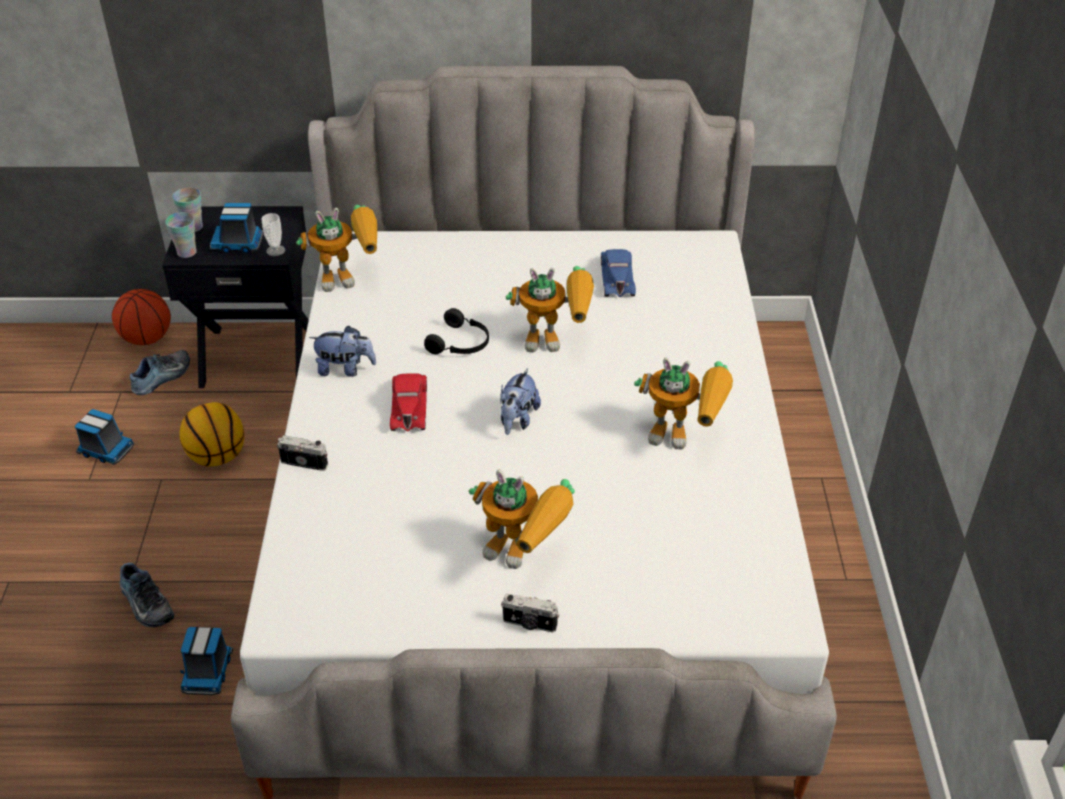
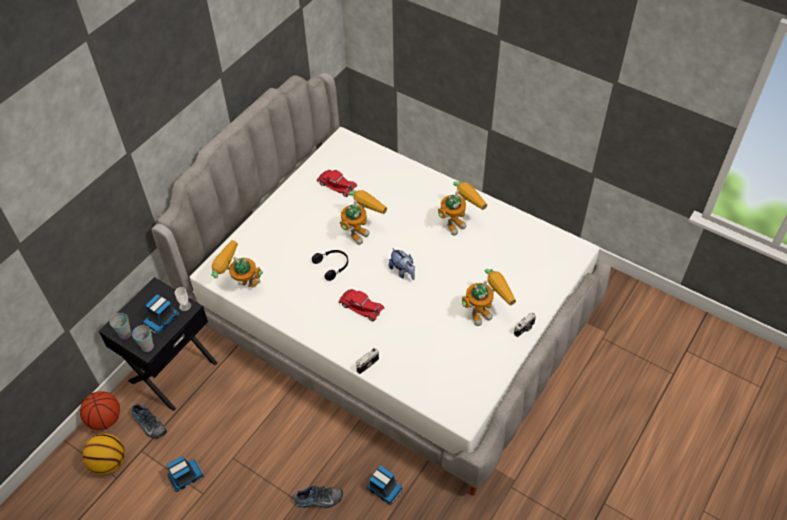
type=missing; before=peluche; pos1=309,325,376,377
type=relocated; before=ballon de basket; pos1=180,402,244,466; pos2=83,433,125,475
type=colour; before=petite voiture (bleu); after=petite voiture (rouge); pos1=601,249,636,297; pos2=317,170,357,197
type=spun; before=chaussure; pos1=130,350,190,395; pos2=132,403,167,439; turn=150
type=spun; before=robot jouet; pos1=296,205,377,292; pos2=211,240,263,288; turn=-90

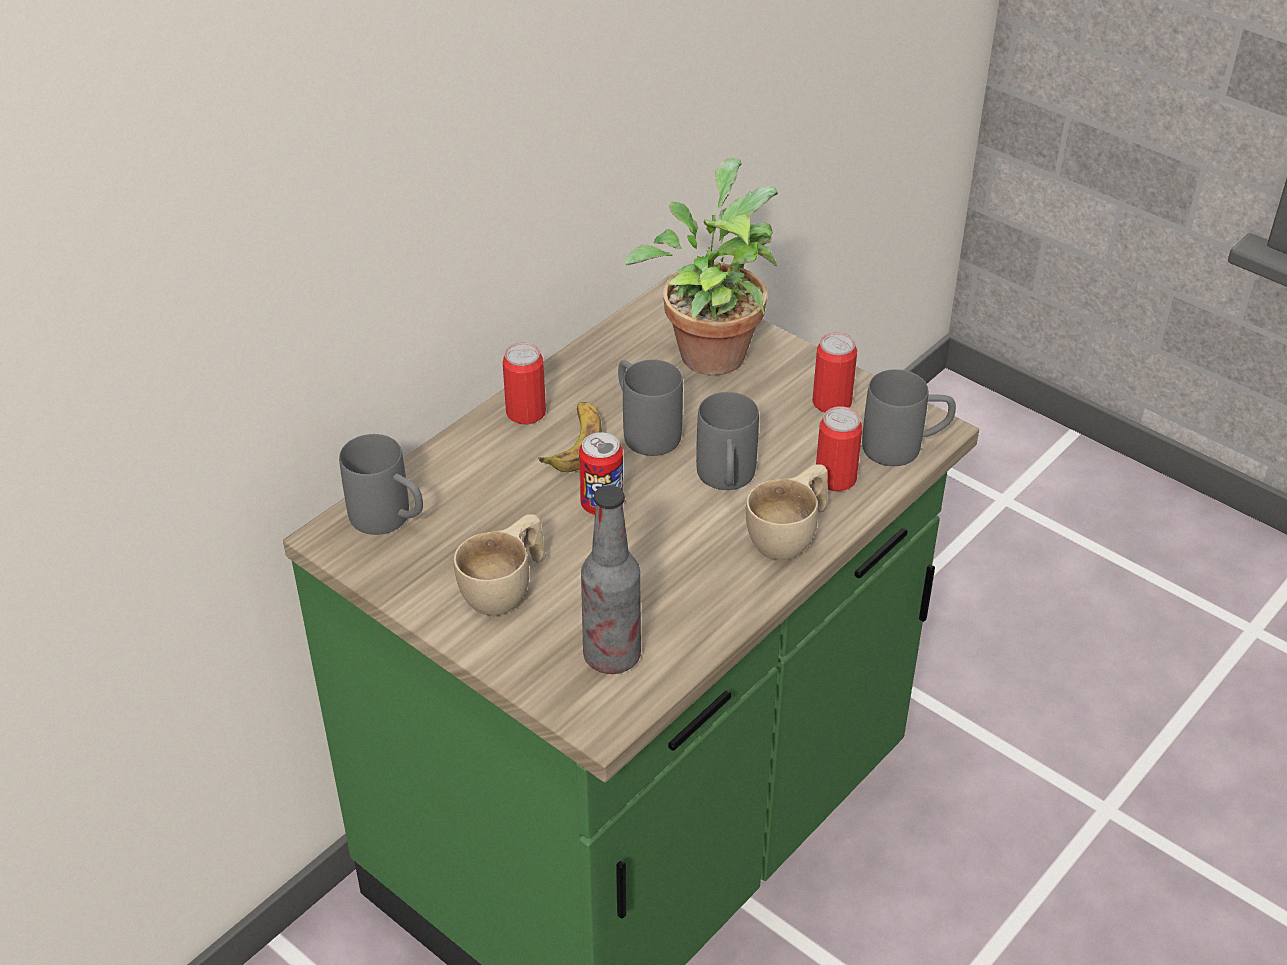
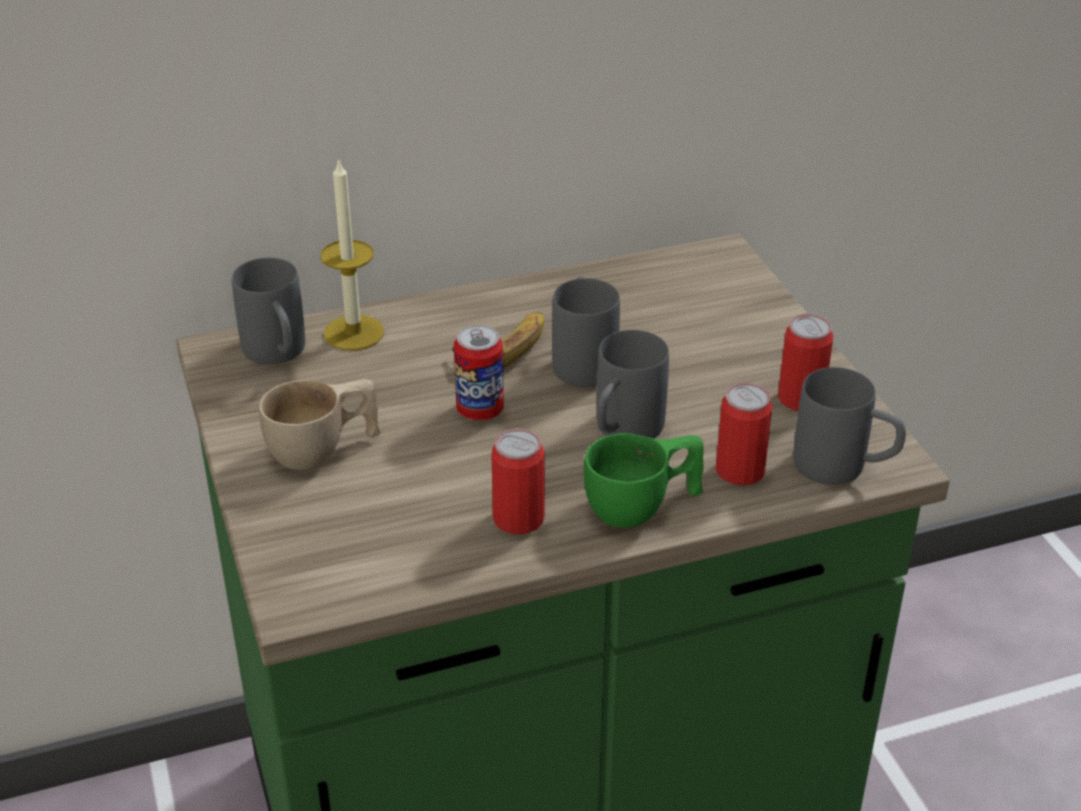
type=missing; before=bouteille; pos1=581,485,641,674
type=missing; before=plante en pot; pos1=625,158,778,376
type=appeared; after=bougie; pos2=320,158,384,350
type=relocated; before=boîte métallique; pos1=503,342,546,424; pos2=491,428,545,535
type=colour; before=tasse (beige); after=tasse (vert); pos1=746,464,828,560; pos2=584,433,704,528

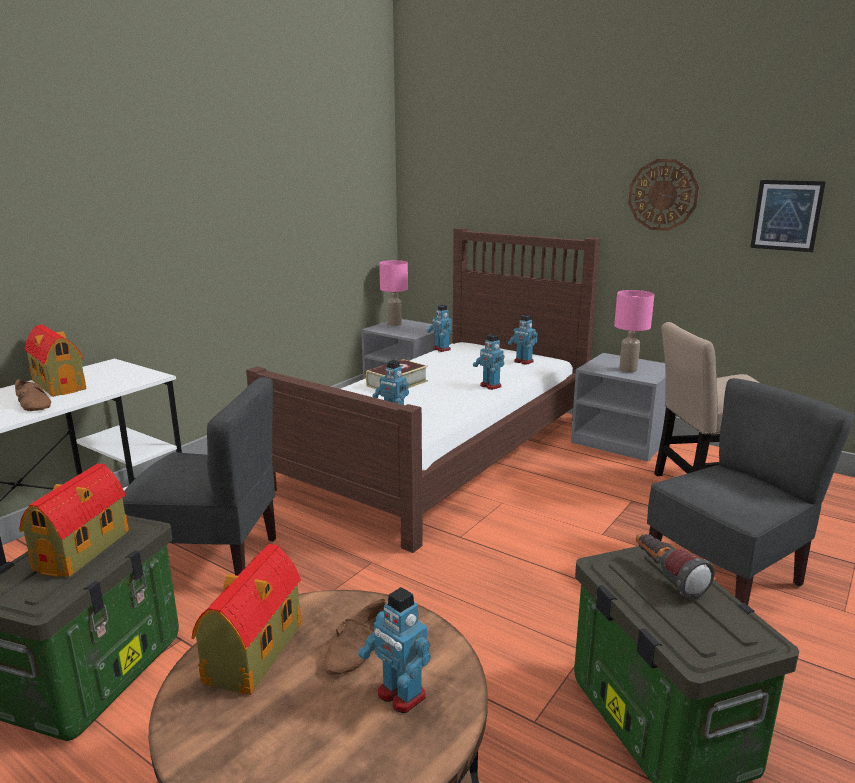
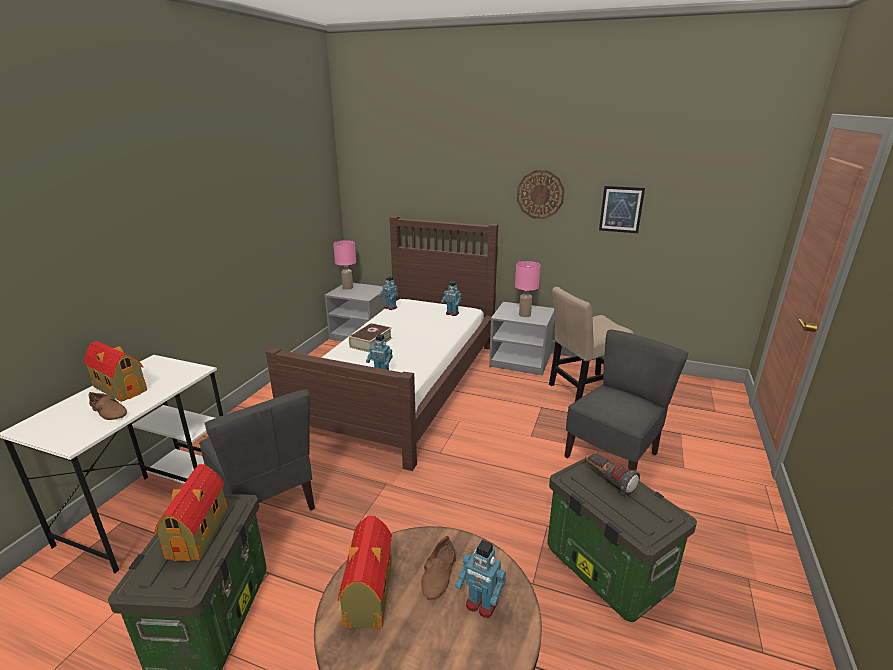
type=missing; before=robot jouet; pos1=473,334,505,390
type=spun; before=chaise (gris); pos1=122,377,276,576; pos2=199,389,315,510; turn=60

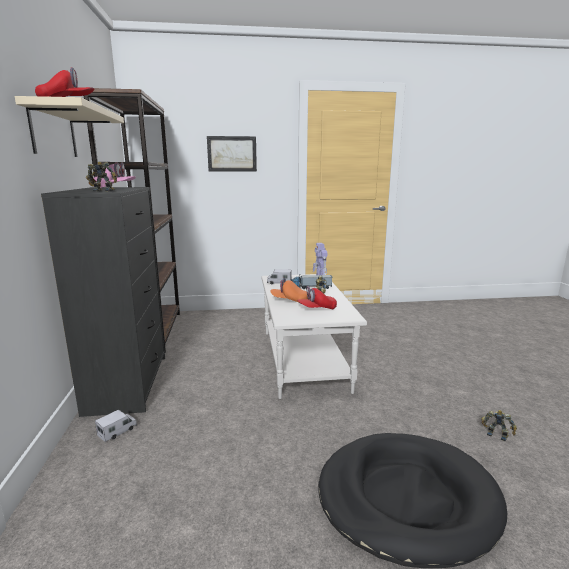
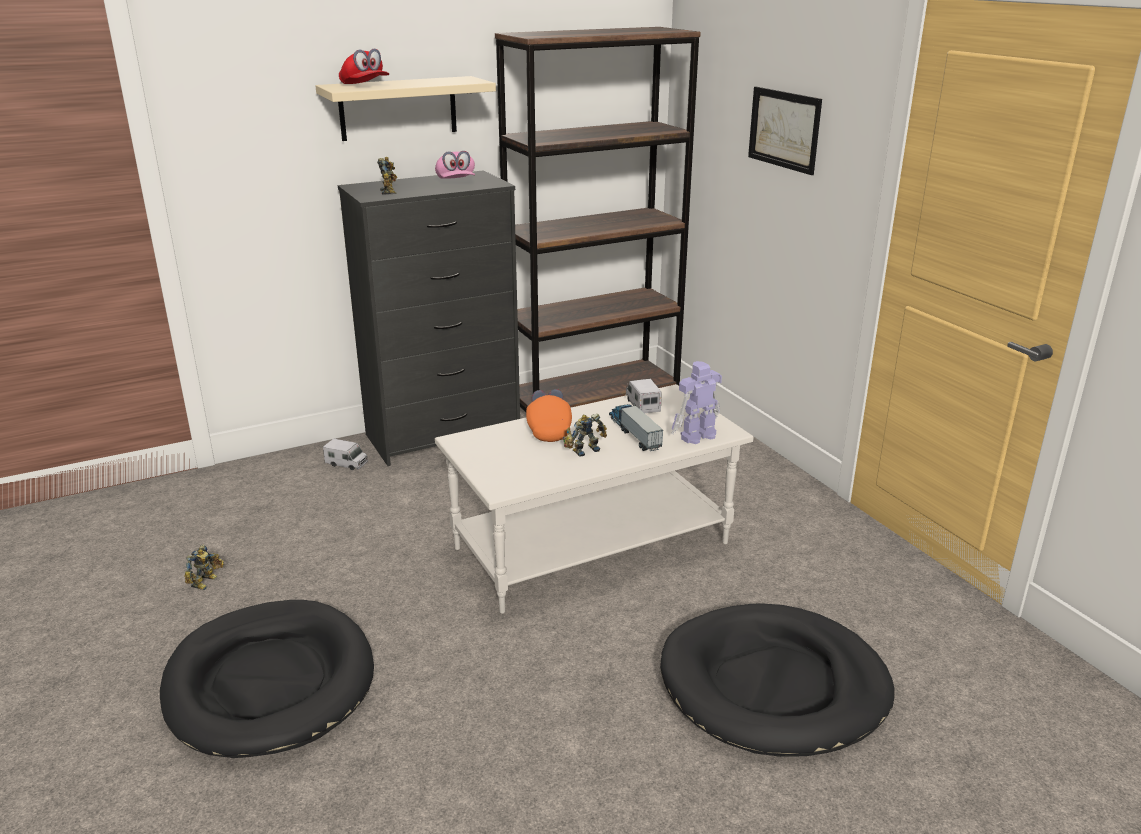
type=missing; before=casquette (rouge); pos1=297,286,337,309
type=appeared; after=panier pour chien (noir); pos2=660,603,895,757
type=relocated; before=robot jouet; pos1=481,410,517,441; pos2=184,545,224,590

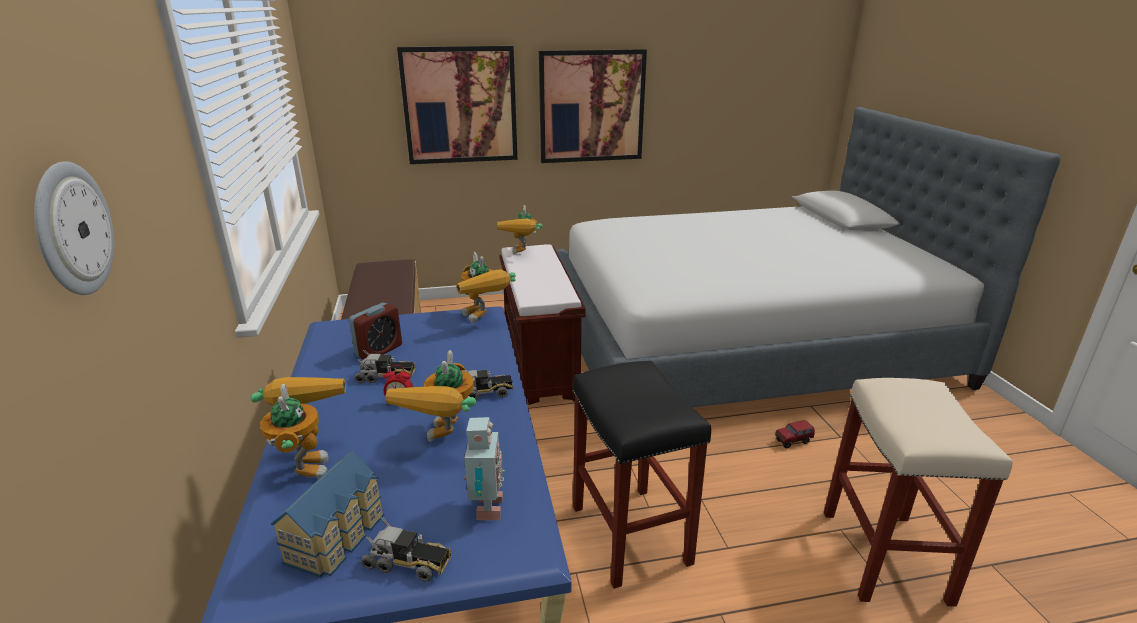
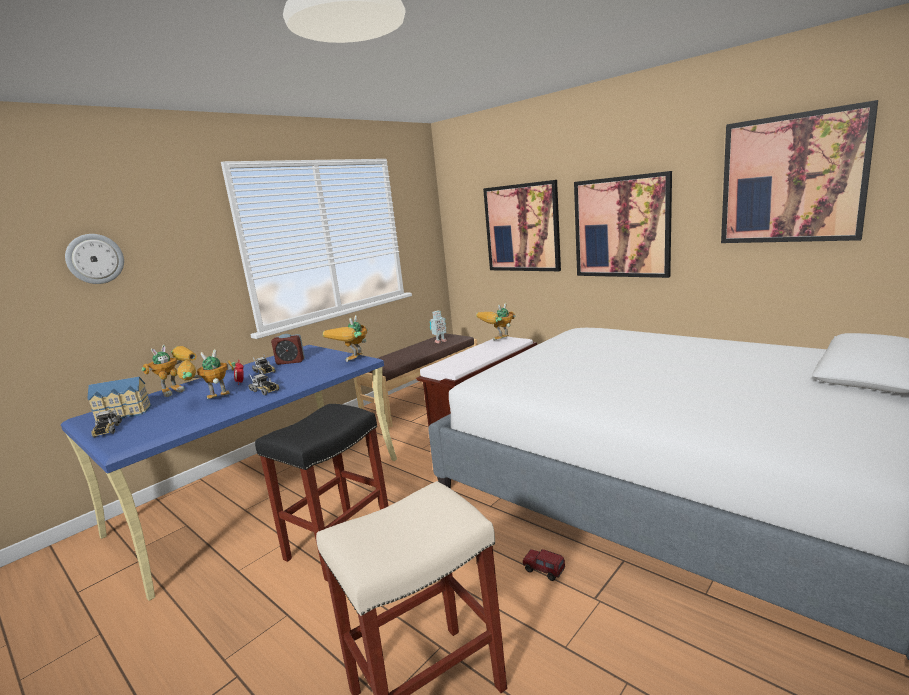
type=appeared; after=tableau; pos2=721,100,878,243
type=relocated; before=robot jouet; pos1=464,417,505,520; pos2=430,311,447,344

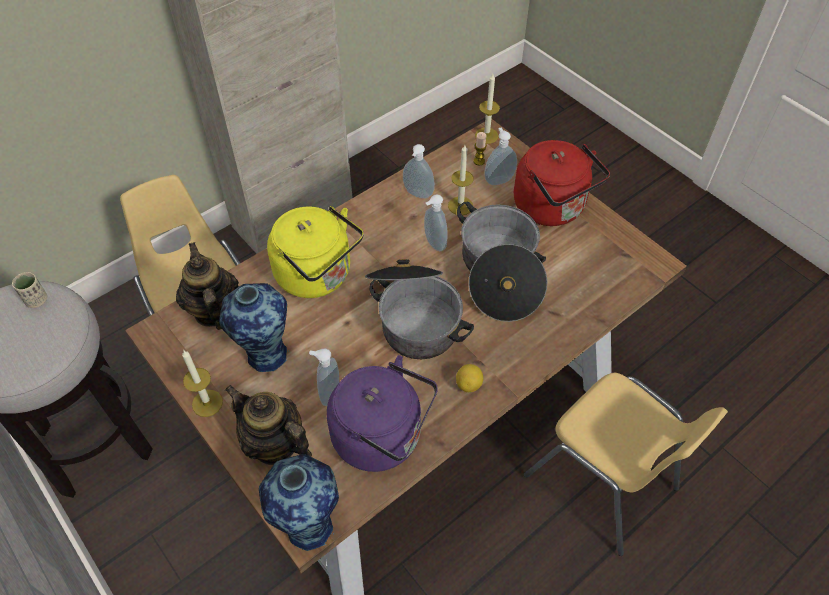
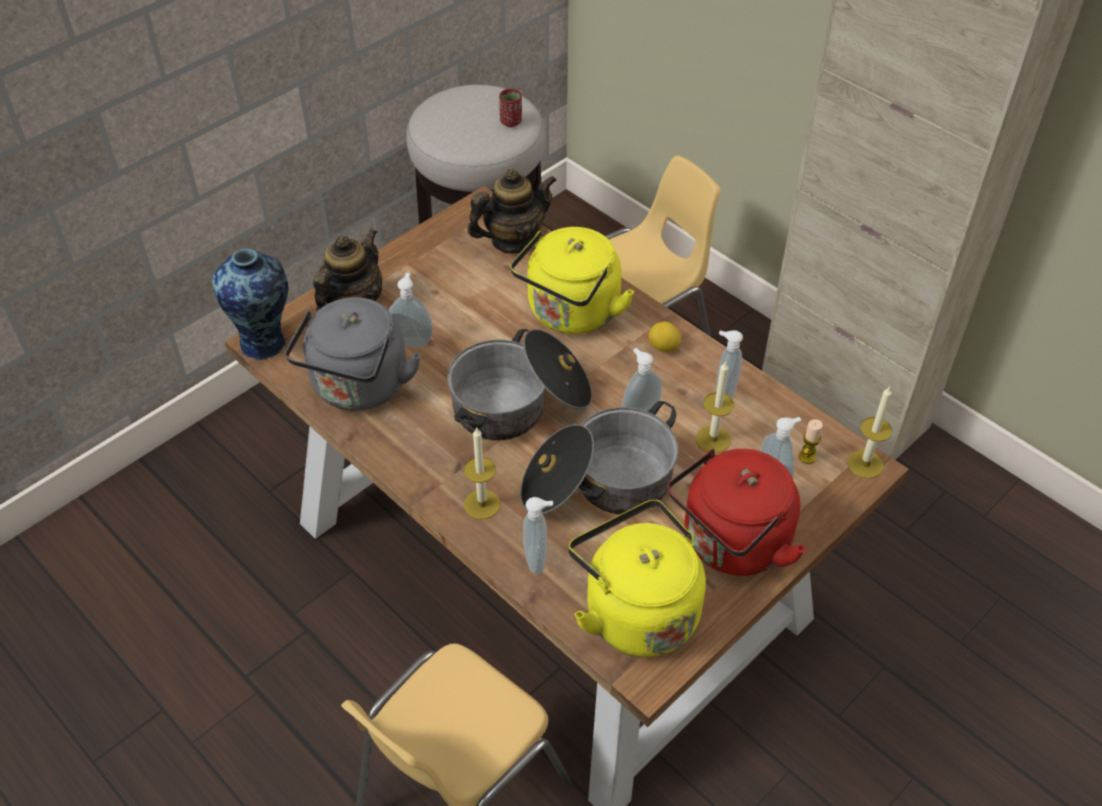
type=missing; before=vase; pos1=219,283,289,372
type=appeared; after=distributeur de savon; pos2=523,497,553,574
type=appeared; after=bouilloire (jaune); pos2=568,500,706,657
type=relocated; before=bougie; pos1=182,350,223,417; pos2=464,428,500,519
type=relocated; before=citron; pos1=456,364,483,392; pos2=648,321,681,352
type=colour; before=tasse (beige); after=tasse (rouge); pos1=12,272,47,308; pos2=499,89,522,127
type=colour; before=bouilloire (violet); after=bouilloire (gris); pos1=327,355,438,472; pos2=285,297,421,411

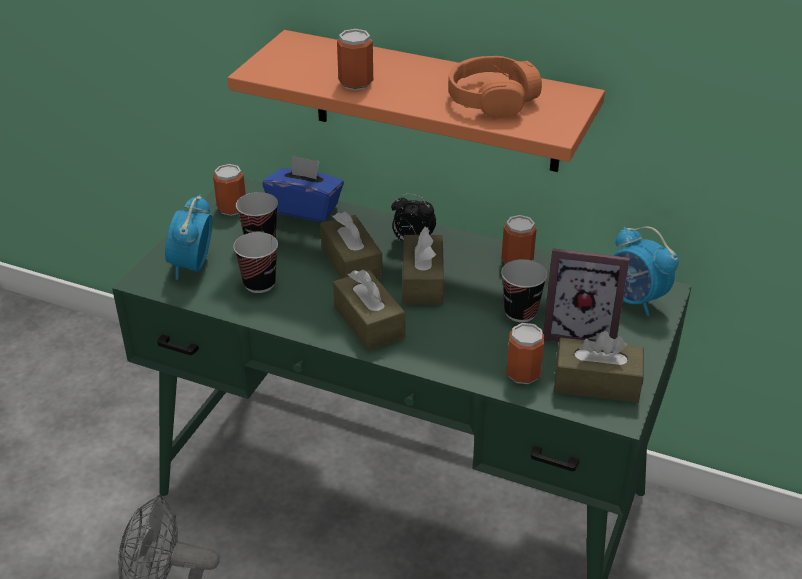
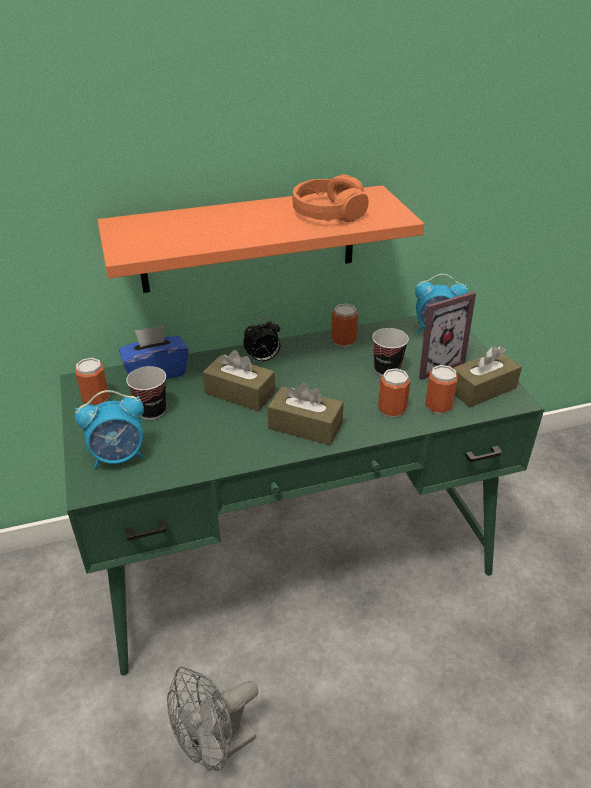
type=missing; before=tasse; pos1=233,232,278,293
type=missing; before=boîte à mouchoirs (marron); pos1=403,227,444,305
type=relocated; before=boîte métallique; pos1=337,29,373,91; pos2=378,368,410,418
type=spun; before=réveil; pos1=165,195,212,280; pos2=75,390,144,469; turn=-75

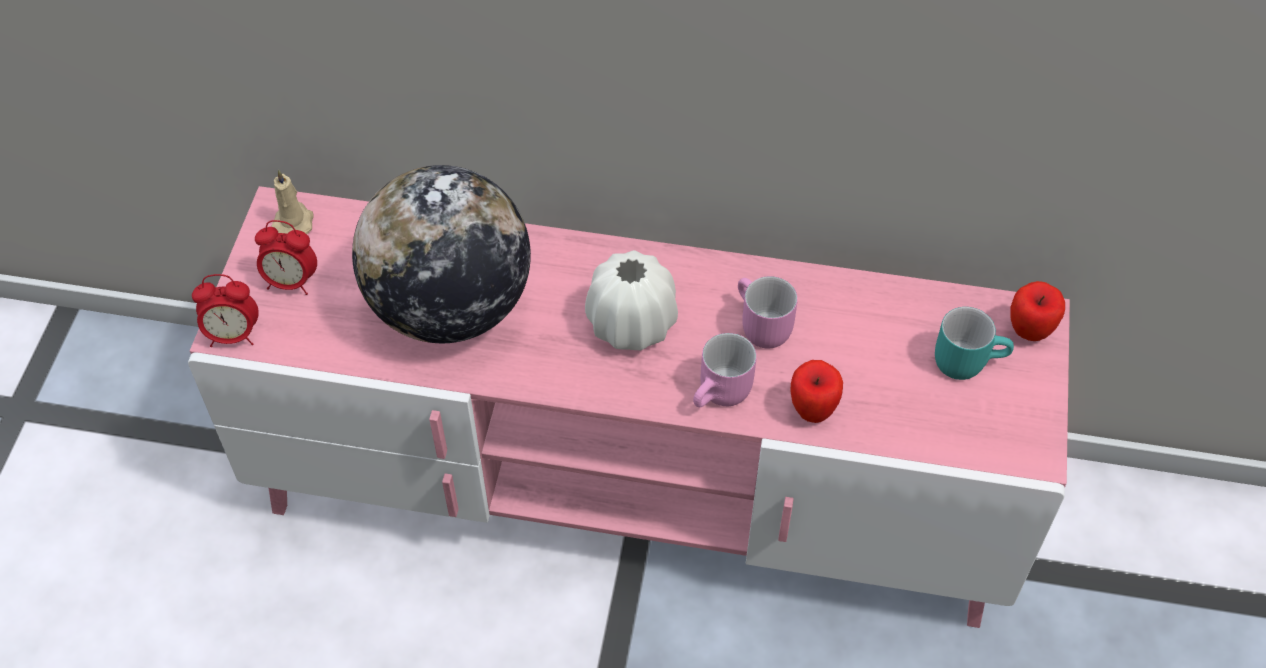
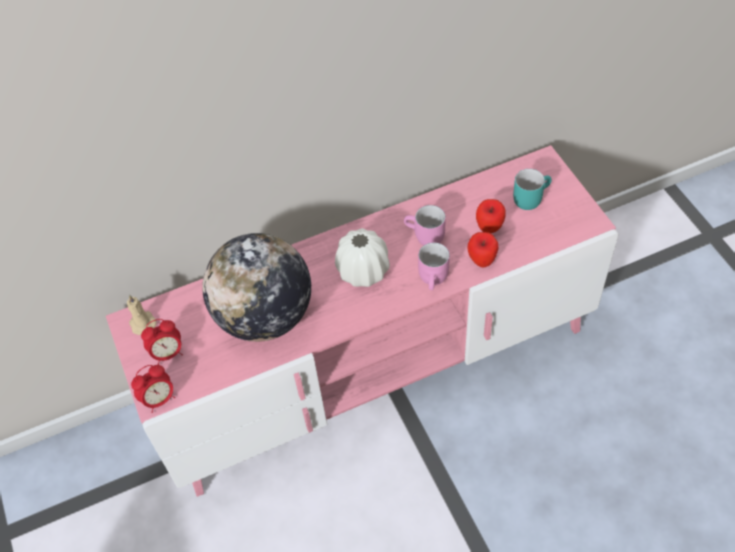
type=relocated; before=pomme; pos1=1010,281,1065,341; pos2=476,199,506,233

